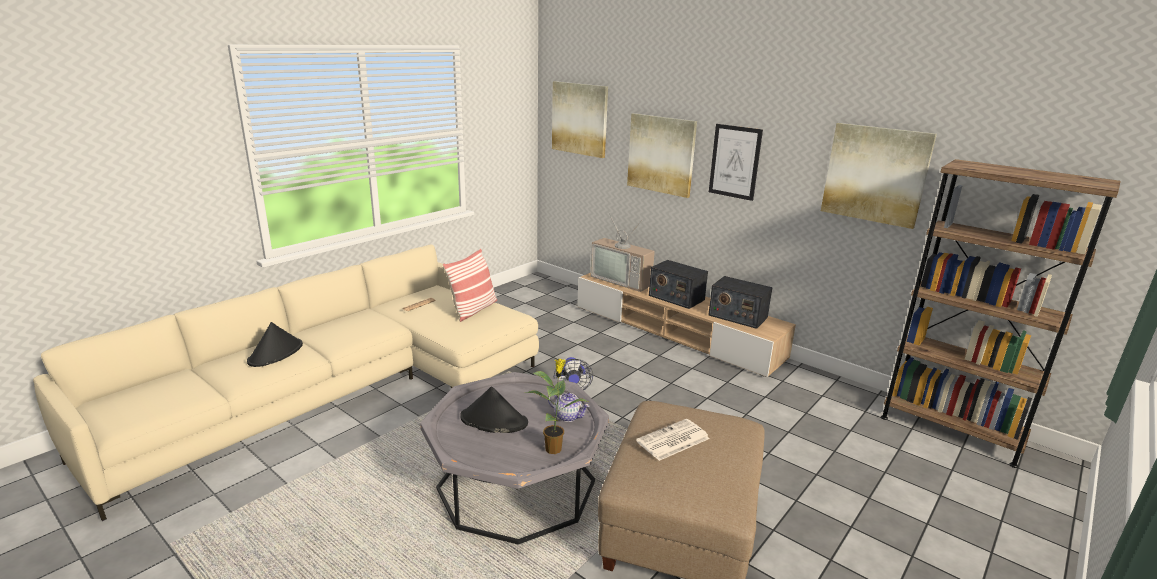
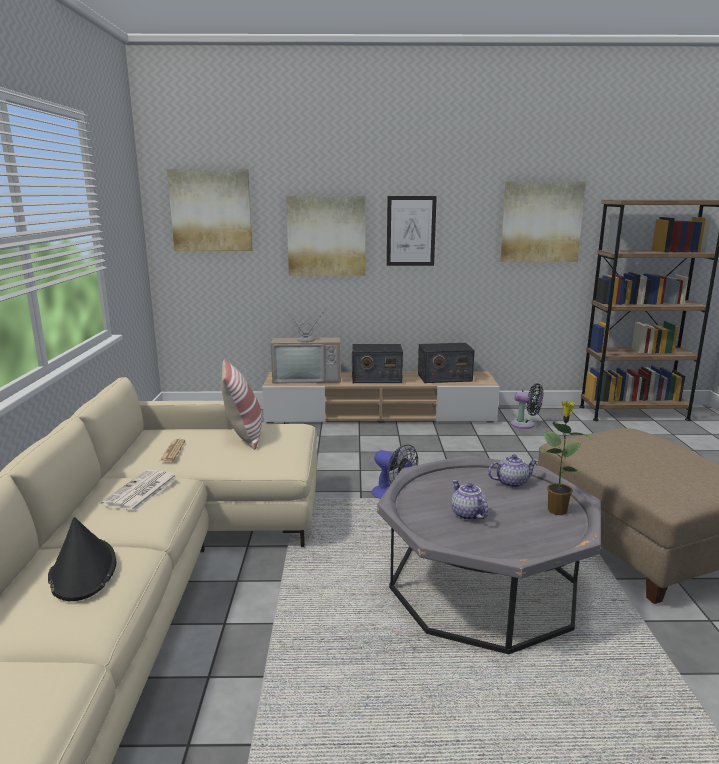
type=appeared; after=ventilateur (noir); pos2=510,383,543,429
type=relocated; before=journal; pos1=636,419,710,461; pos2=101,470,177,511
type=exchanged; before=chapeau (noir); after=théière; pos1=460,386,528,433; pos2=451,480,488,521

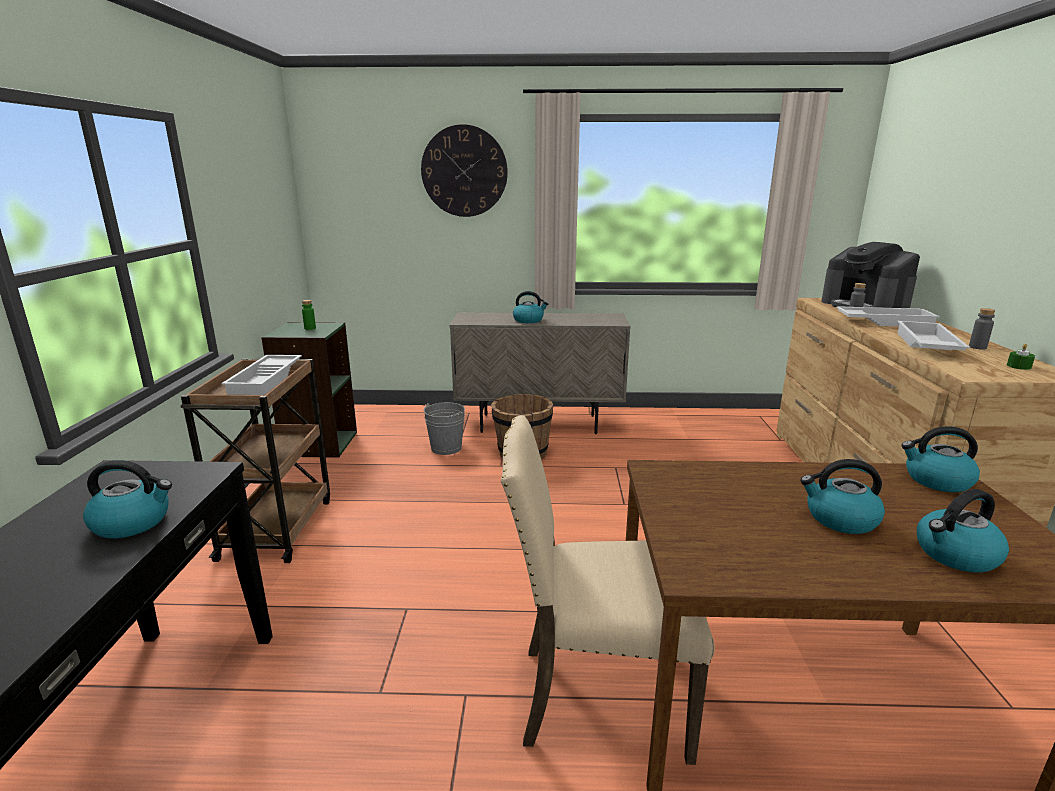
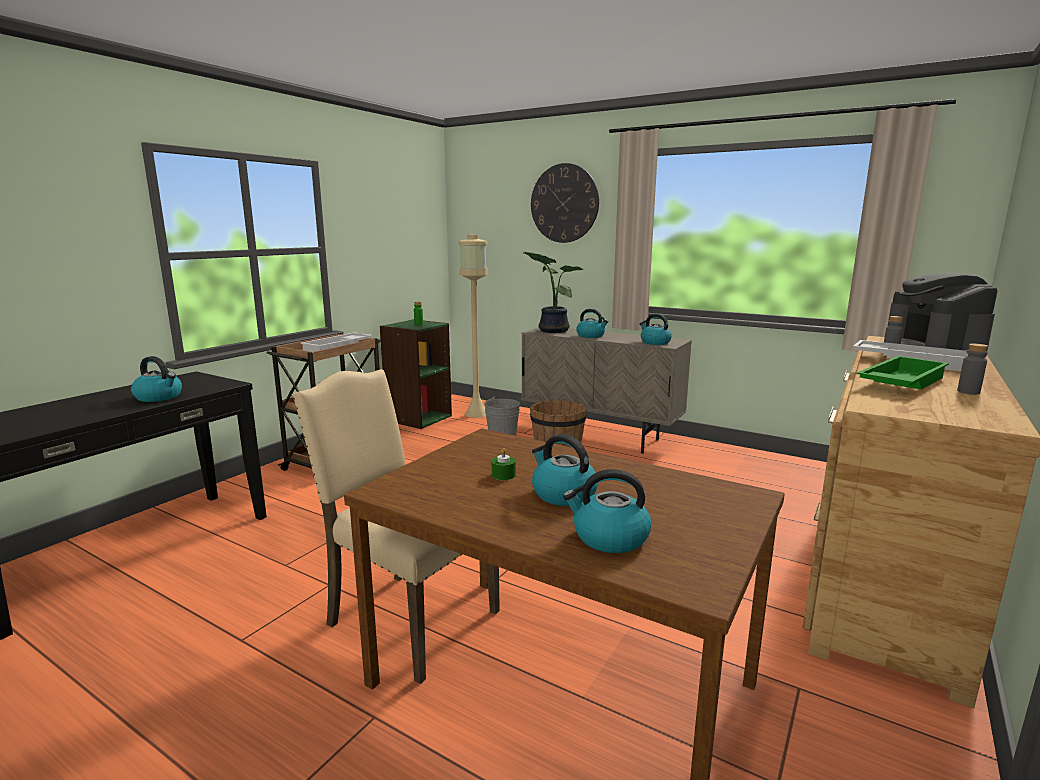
type=appeared; after=lampadaire (beige); pos2=459,235,488,418
type=appeared; after=plante en pot; pos2=523,252,584,333
type=relocated; before=bouilloire; pos1=901,426,980,492; pos2=640,314,672,345
type=relocated; before=bougie (vert); pos1=1007,344,1035,370; pos2=492,448,516,480
type=colour; before=plateau (blanc); after=plateau (vert); pos1=897,321,970,351; pos2=857,356,949,390

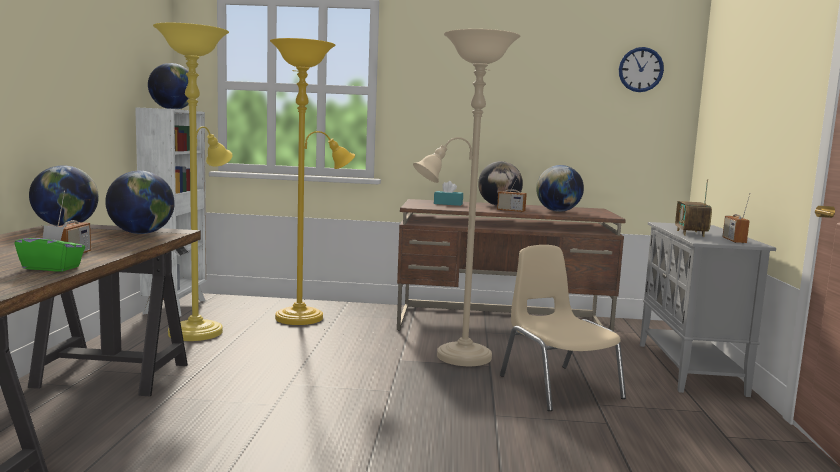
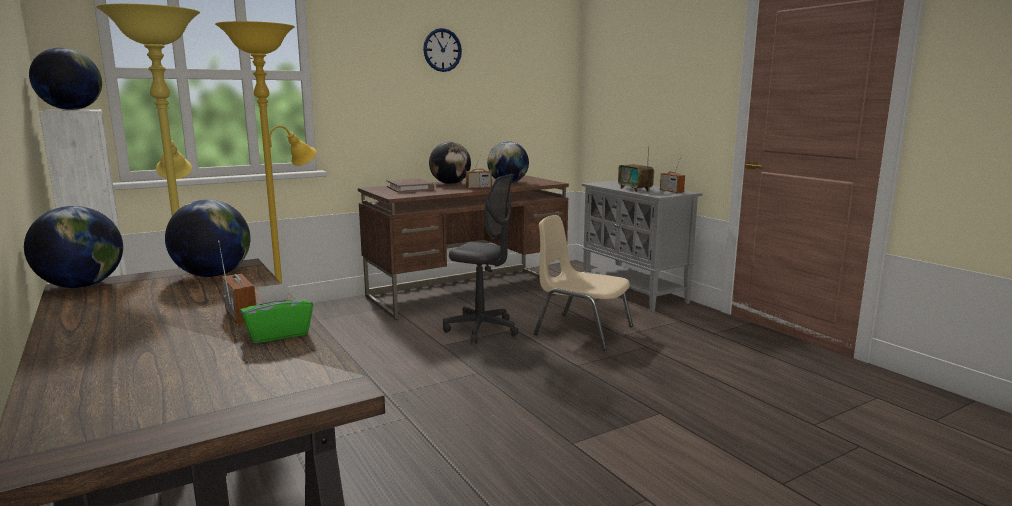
type=relocated; before=horloge murale; pos1=619,47,664,92; pos2=423,28,462,72
type=exchanged; before=lampadaire (beige); after=chaise de bureau (gris); pos1=413,29,520,366; pos2=443,174,519,344
type=exchanged; before=boîte à mouchoirs (turquoise); after=livre (marron); pos1=434,181,463,206; pos2=387,178,434,193

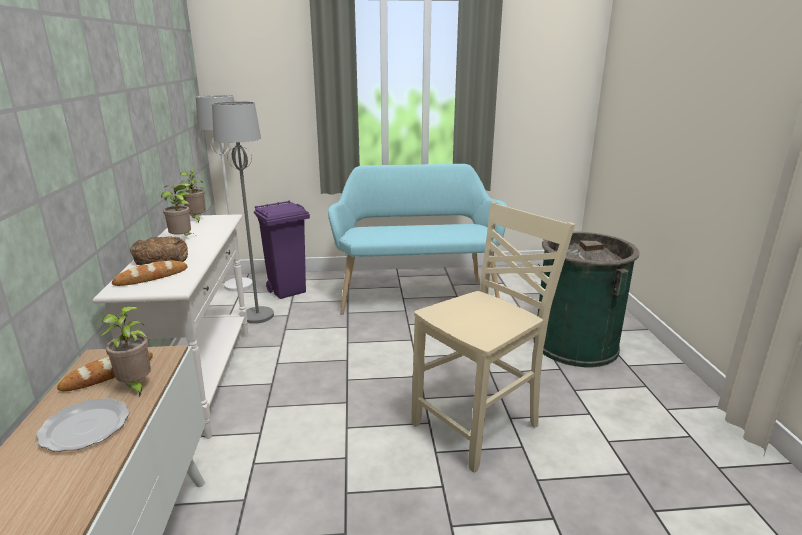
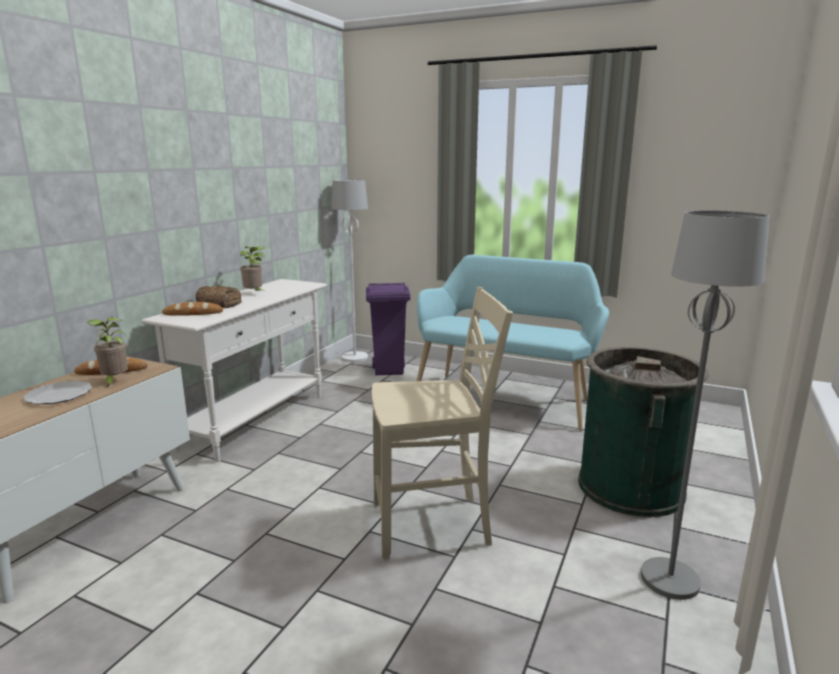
type=missing; before=plante en pot; pos1=179,170,206,222
type=relocated; before=lampadaire (gris); pos1=212,101,274,324; pos2=641,210,769,600

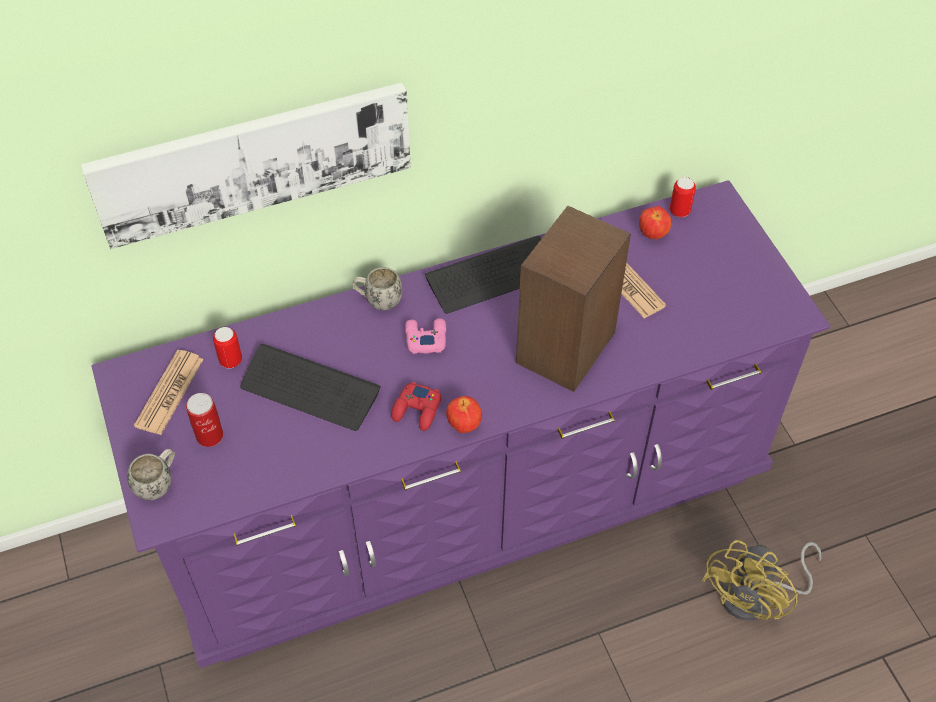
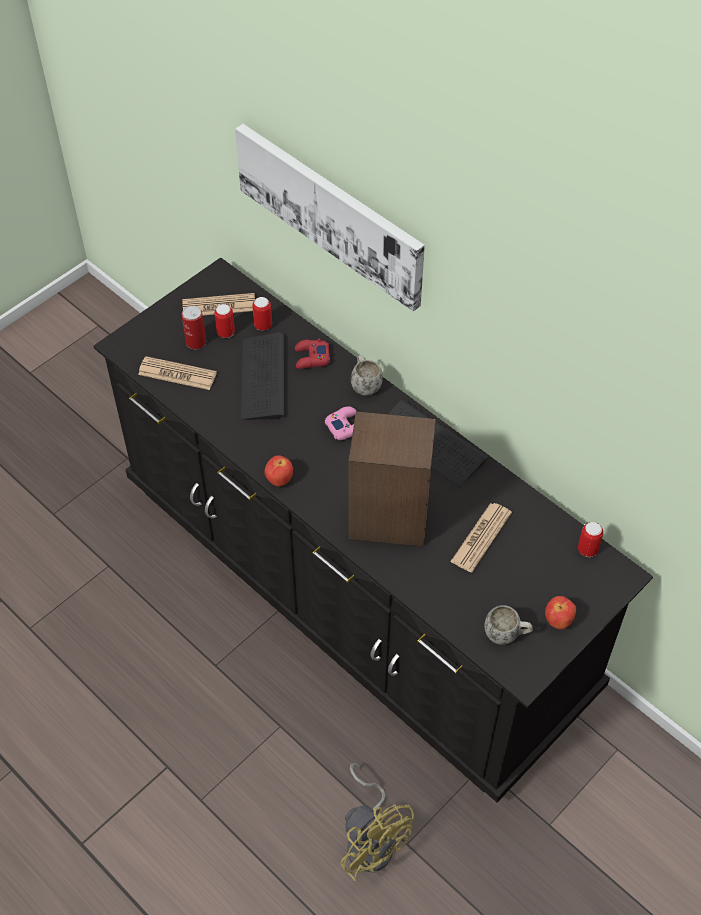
type=appeared; after=journal; pos2=138,356,217,390
type=appeared; after=boîte métallique; pos2=214,304,235,338
type=relocated; before=mug (blanc); pos1=127,449,175,500; pos2=484,605,533,645
type=relocated; before=manette (rouge); pos1=391,382,441,431; pos2=295,338,330,369
type=relocated; before=pomme; pos1=639,206,671,239; pos2=545,596,576,630
type=colour; before=commode (violet); after=commode (noir); pos1=91,180,830,668; pos2=93,258,653,803
type=spun; before=ventilateur (jaune); pos1=702,540,822,621; pos2=341,763,414,881; turn=-135

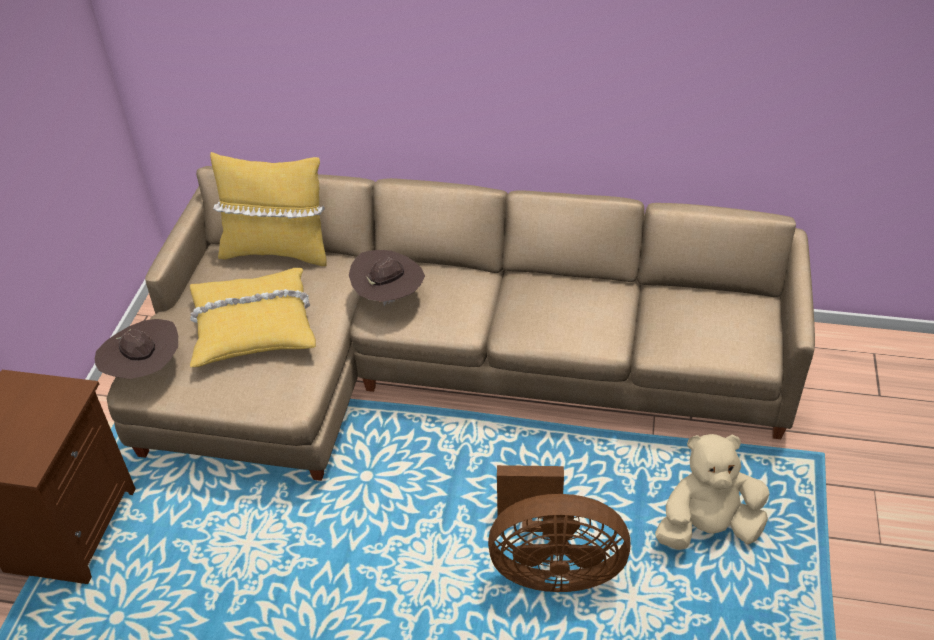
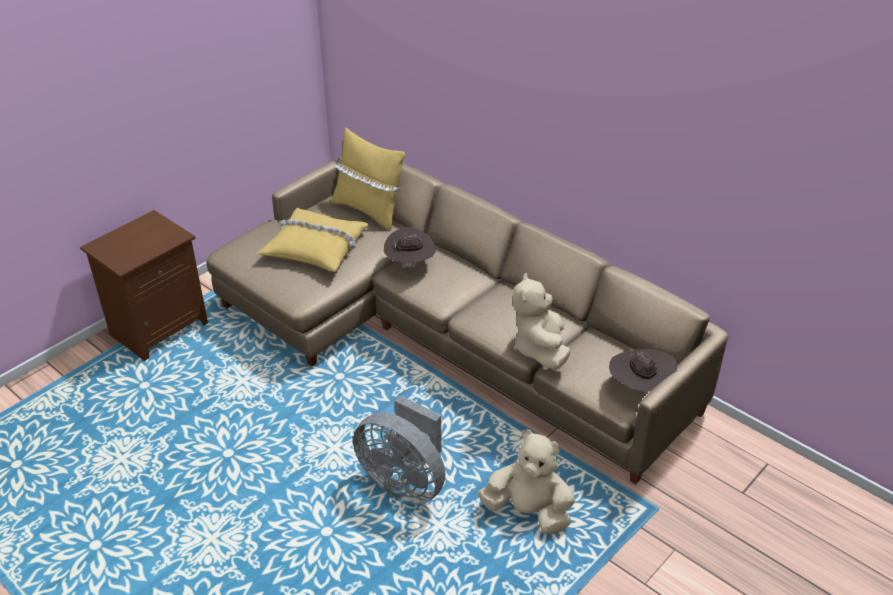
type=appeared; after=peluche (beige); pos2=513,273,570,370
type=relocated; before=chapeau (marron); pos1=95,319,178,379; pos2=609,349,677,391
type=colour; before=ventilateur (marron); after=ventilateur (gris); pos1=488,465,630,592; pos2=353,395,446,504

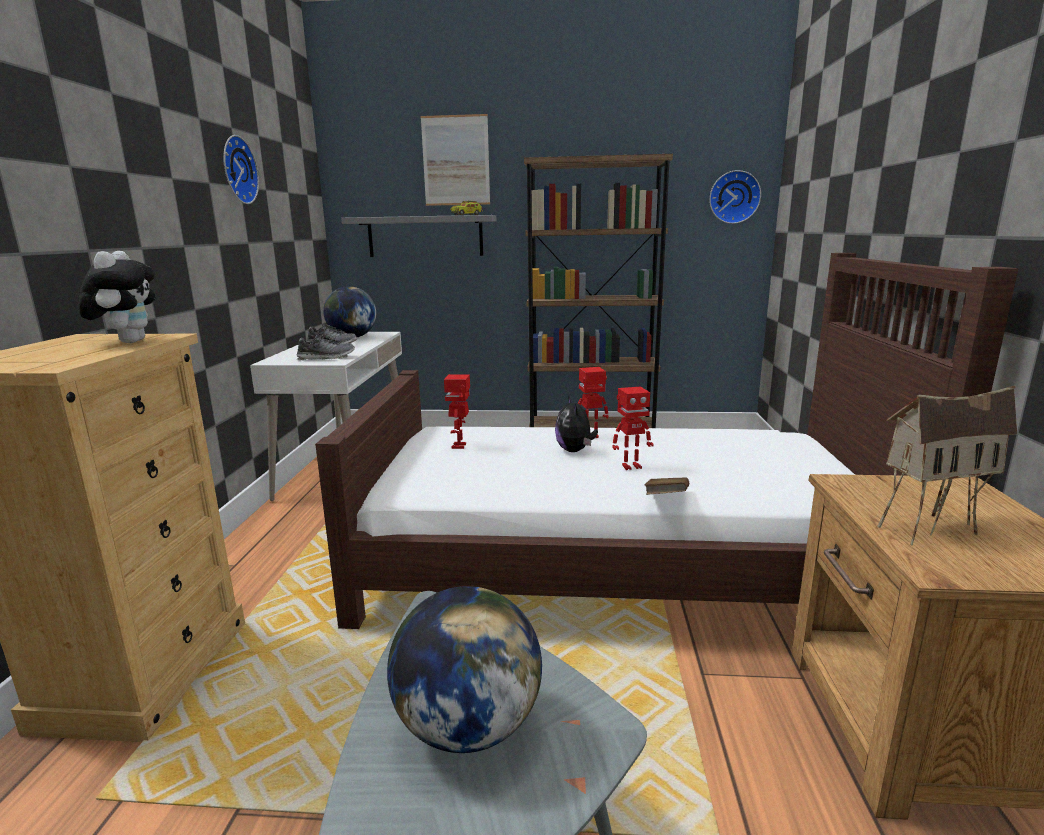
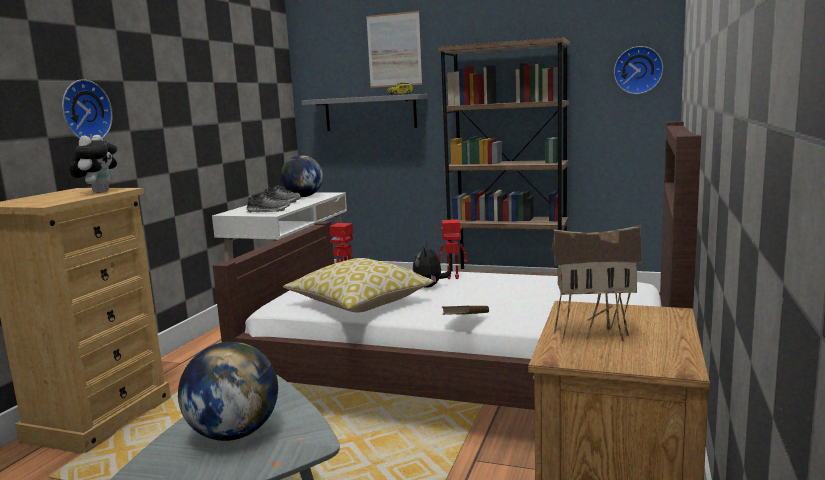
type=missing; before=robot jouet; pos1=612,386,654,470
type=appeared; after=coussin; pos2=283,258,434,313
type=relocated; before=horloge murale; pos1=223,135,259,204; pos2=62,79,113,139

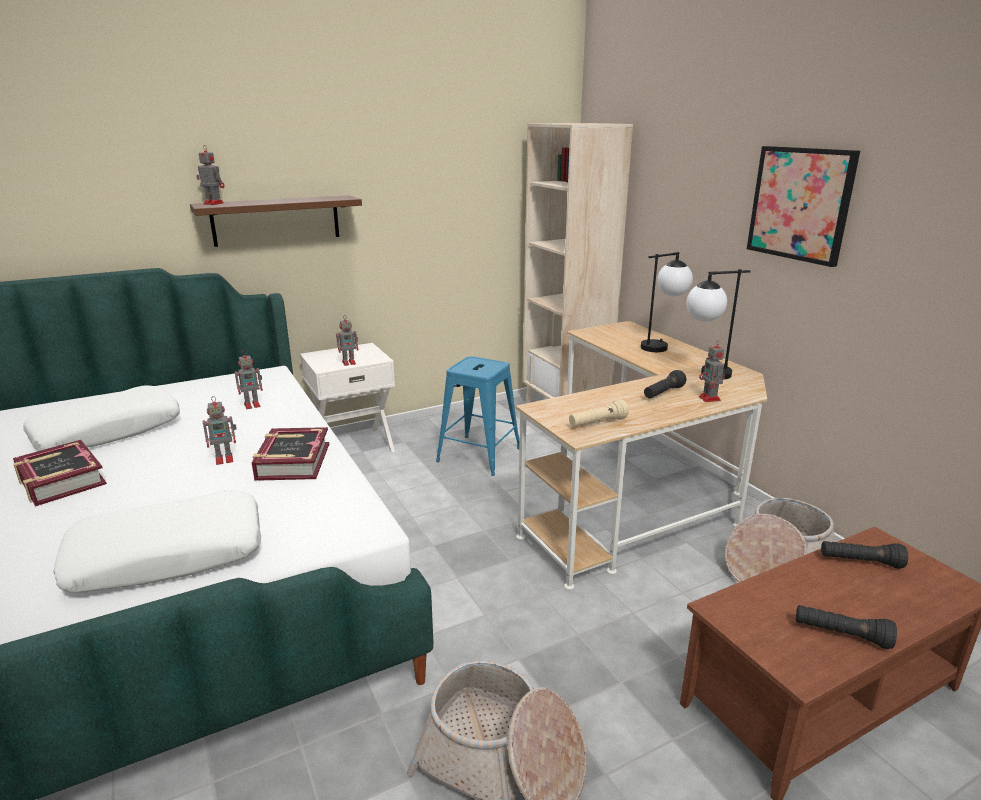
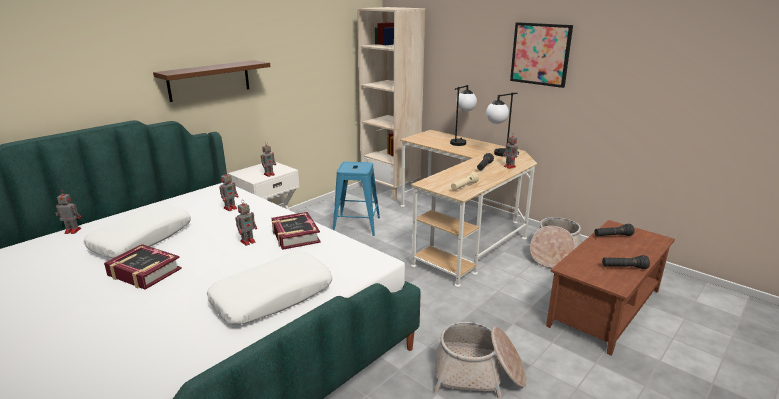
type=relocated; before=robot jouet; pos1=196,147,224,205; pos2=56,190,81,234

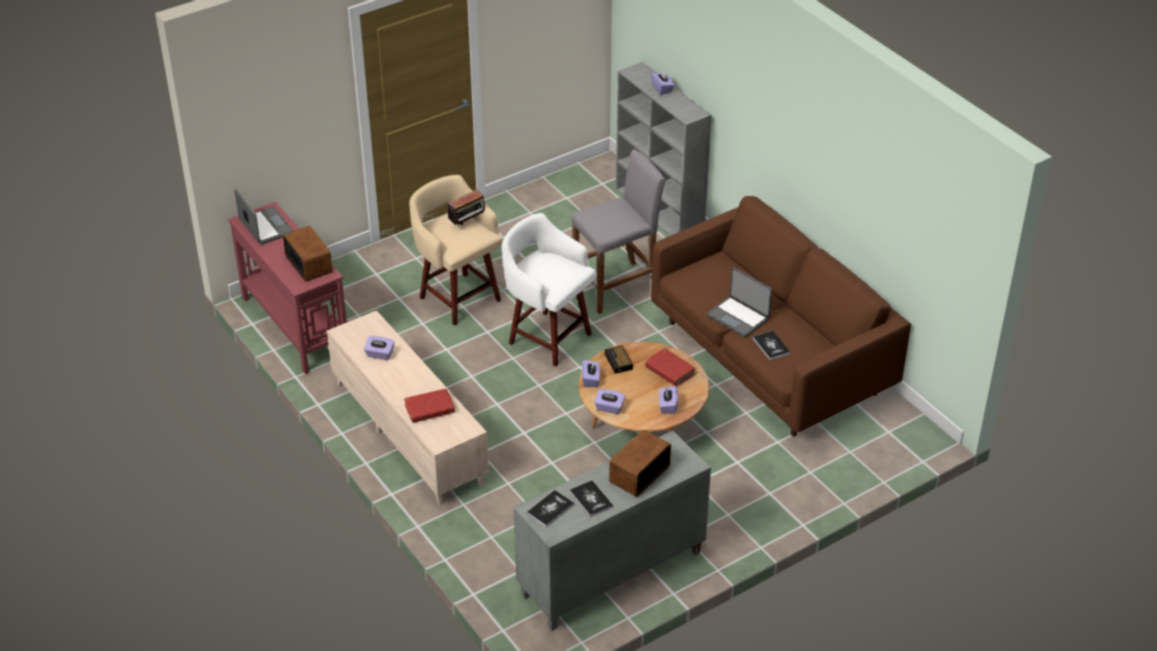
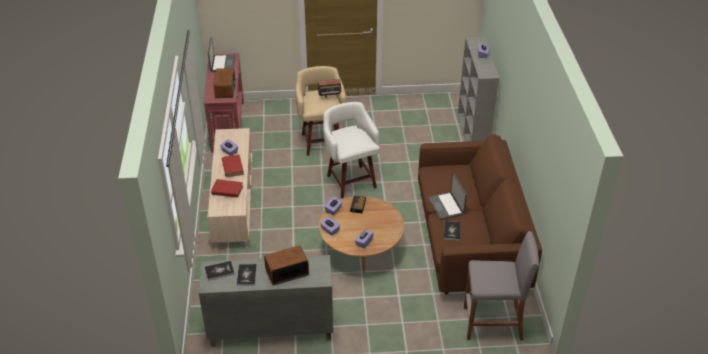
type=relocated; before=tabouret (gris); pos1=572,150,665,314; pos2=464,231,539,340
type=relocated; before=livre (rouge); pos1=645,348,695,386; pos2=222,154,244,177

